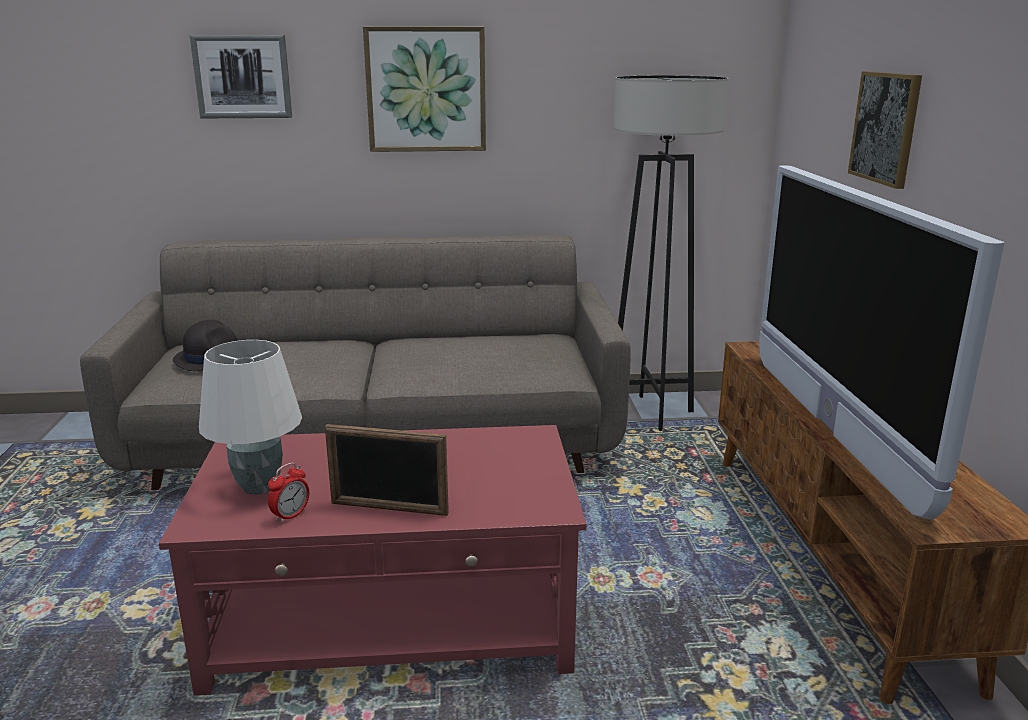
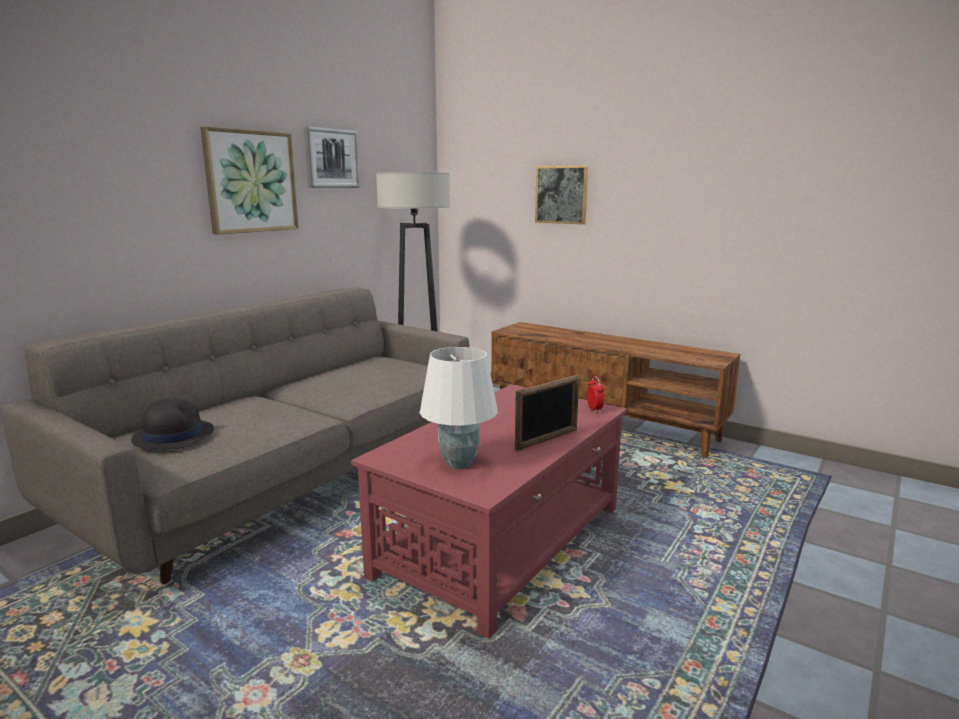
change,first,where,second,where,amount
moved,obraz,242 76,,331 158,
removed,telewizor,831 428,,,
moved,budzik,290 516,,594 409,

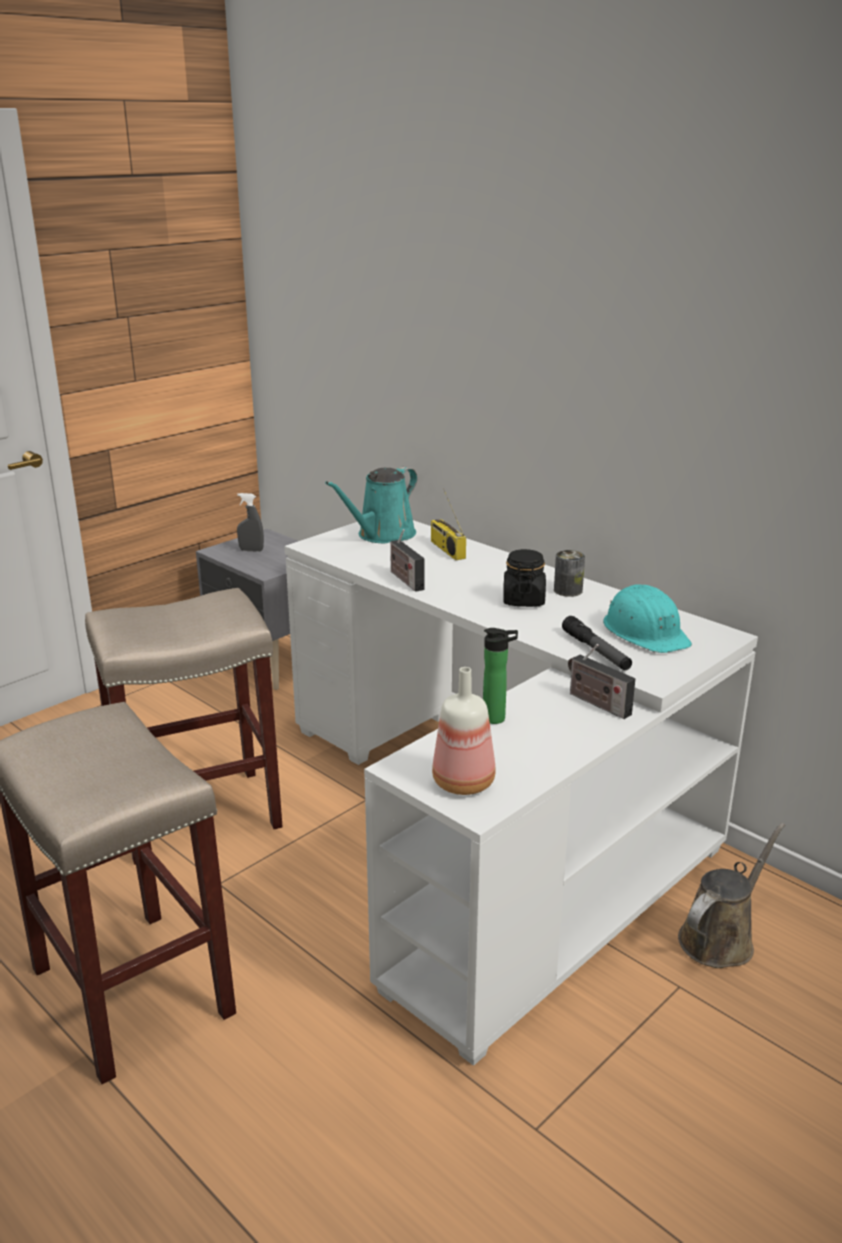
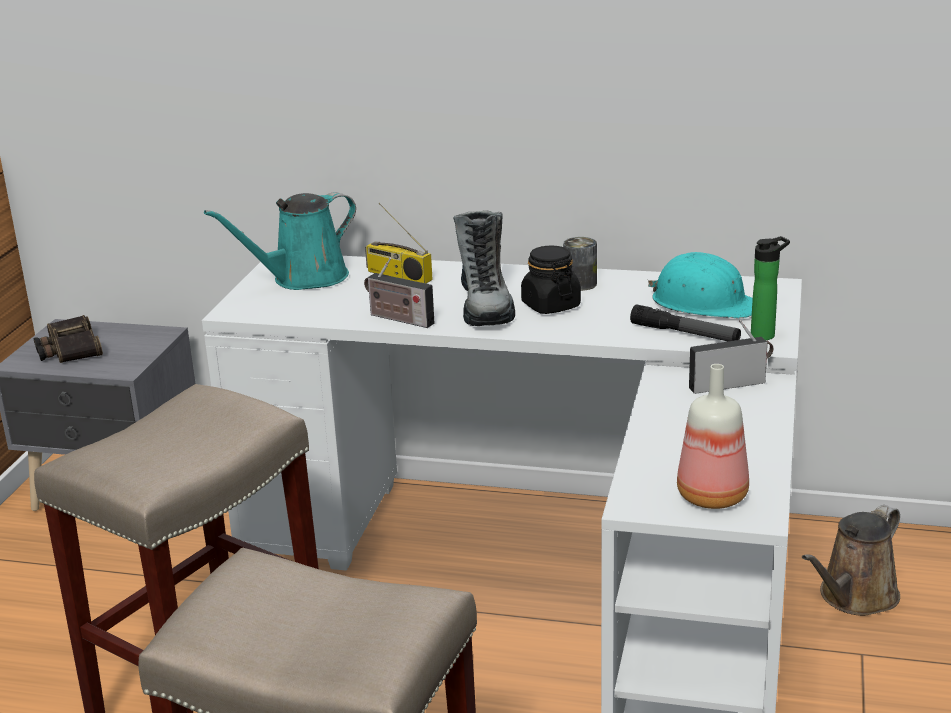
change,first,where,second,where,amount
turned,konewka [turkusowy],382 535,,303 279,45 degrees clockwise
replaced,spryskiwacz [szary],251 550,lornetka,69 349,
moved,butelka,497 718,,766 335,
turned,radio,596 703,,730 384,150 degrees clockwise
turned,konewka [brązowy],720 938,,854 597,150 degrees counterclockwise
added,,,but z cholewką,485 306,

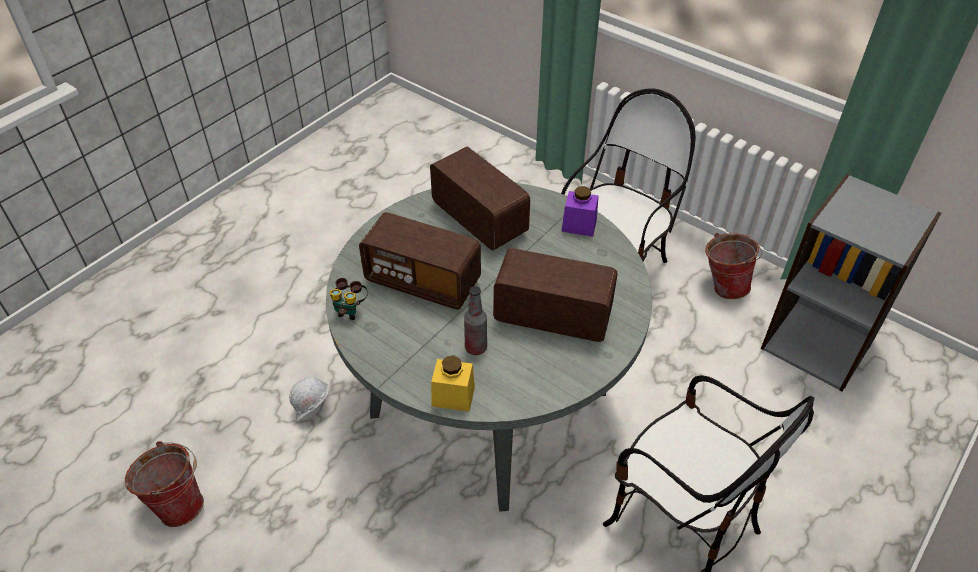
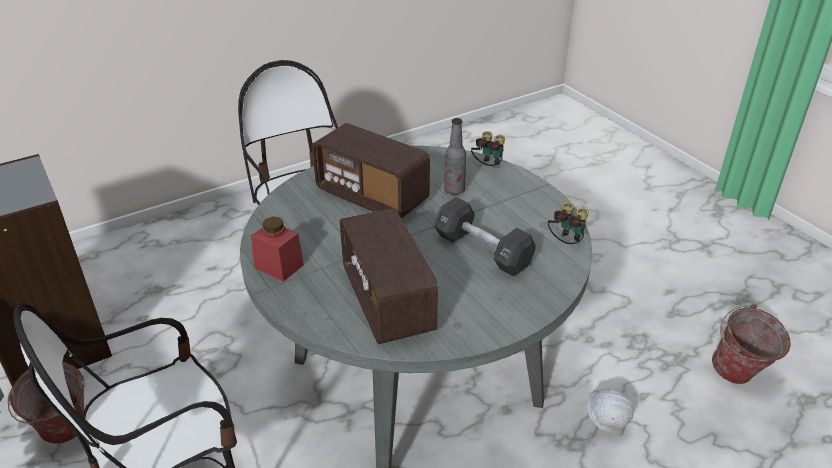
change,first,where,second,where,amount
recoloured,słoik [fioletowy],579 225,słoik [czerwony],279 266,
replaced,radio,423 281,hantel [czarny],482 250,
replaced,słoik [żółty],453 396,lornetka,487 167,

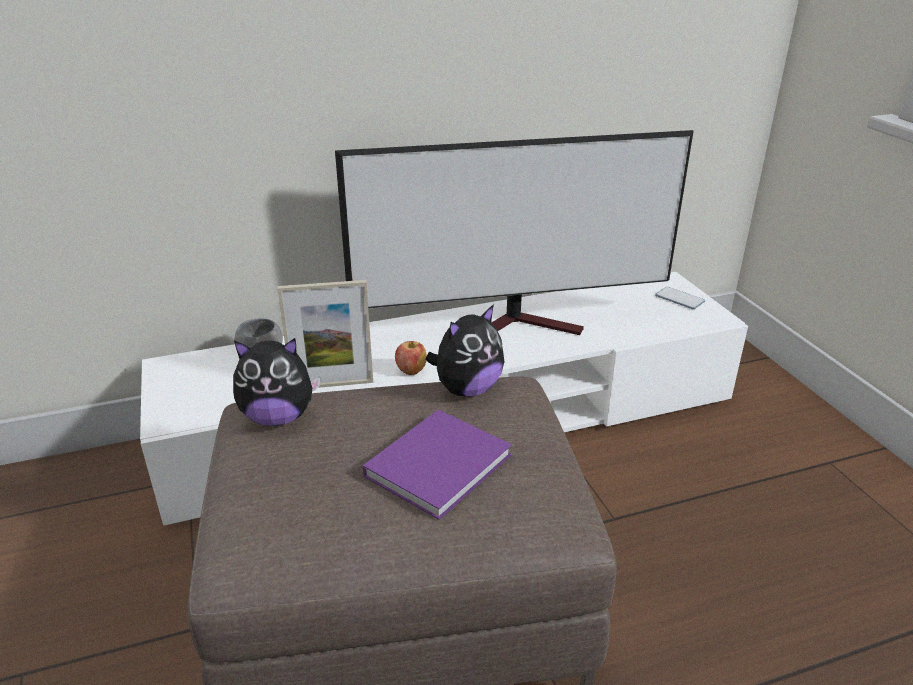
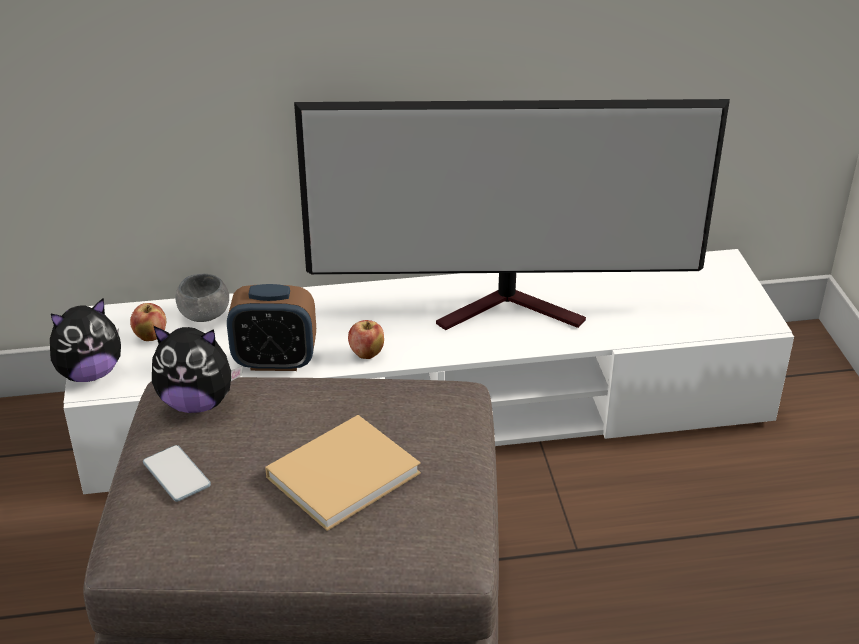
change,first,where,second,where,amount
replaced,ramka na zdjęcie,332 384,budzik,275 361,
moved,telefon,679 299,,176 474,
moved,pluszak,467 389,,90 373,
recoloured,książka [fioletowy],441 463,książka [beżowy],347 473,
added,,,jabłko,150 336,

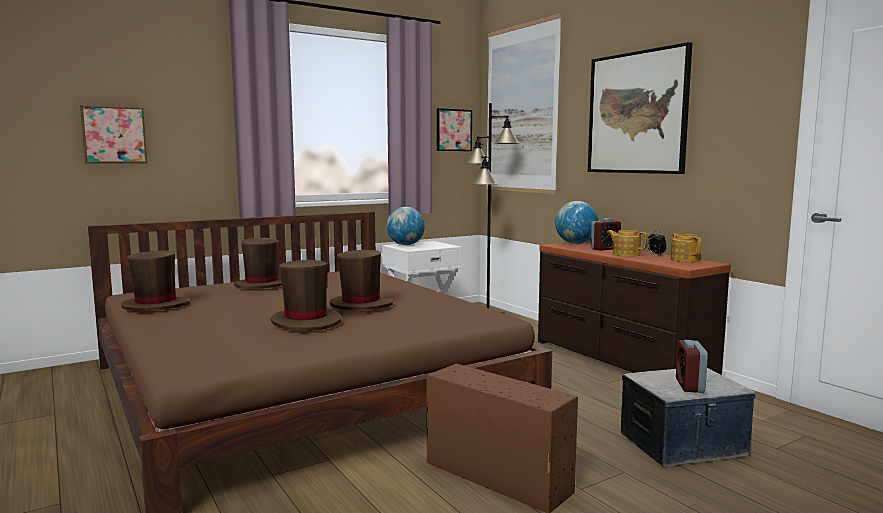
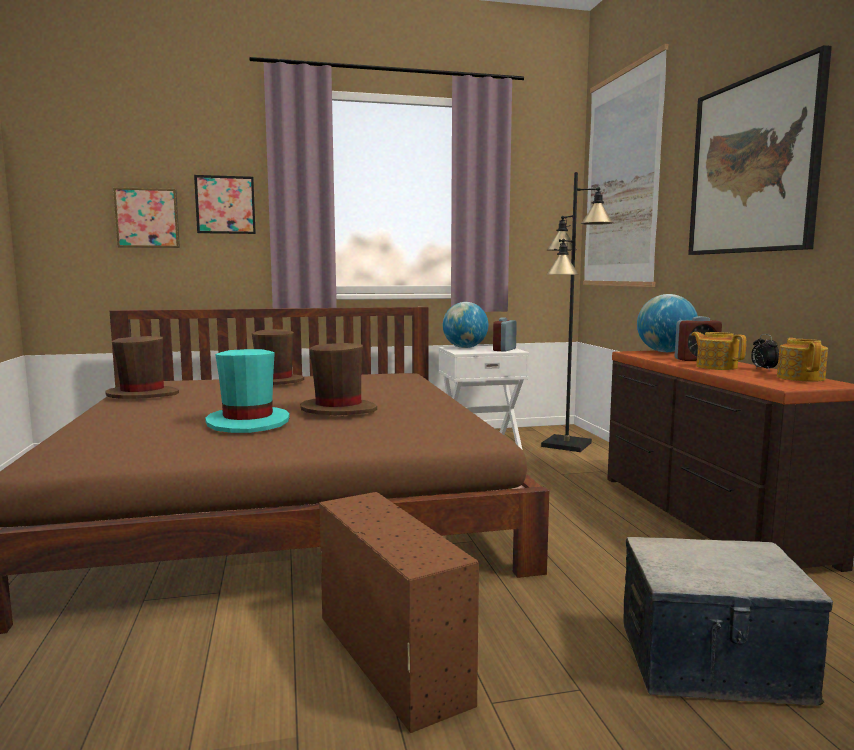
change,first,where,second,where,amount
moved,obraz,454 130,,225 205,
recoloured,kapelusz [brązowy],306 322,kapelusz [turkusowy],248 422,
moved,budzik,689 385,,504 350,

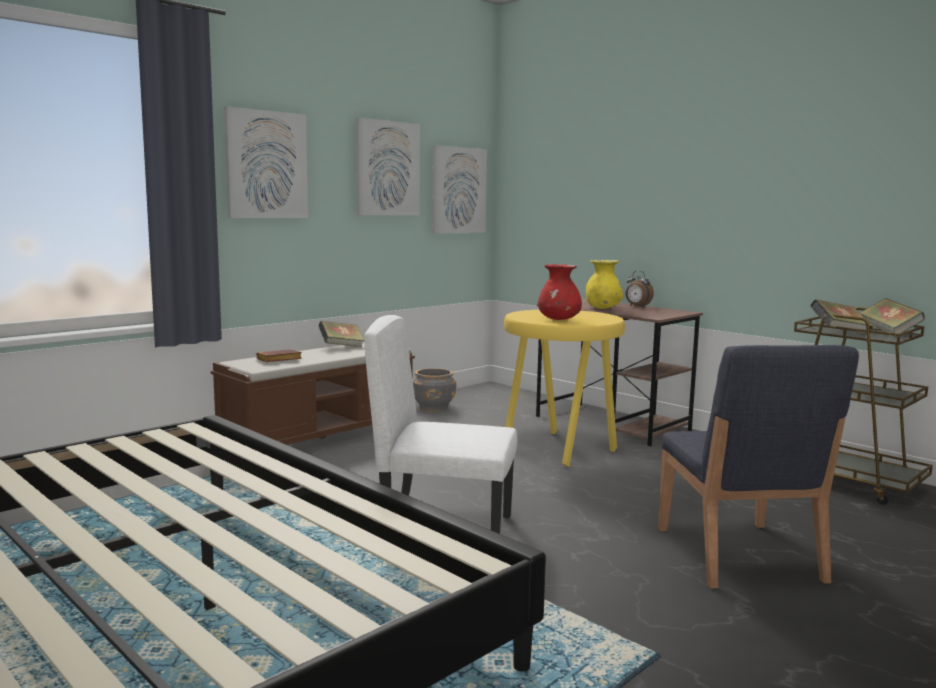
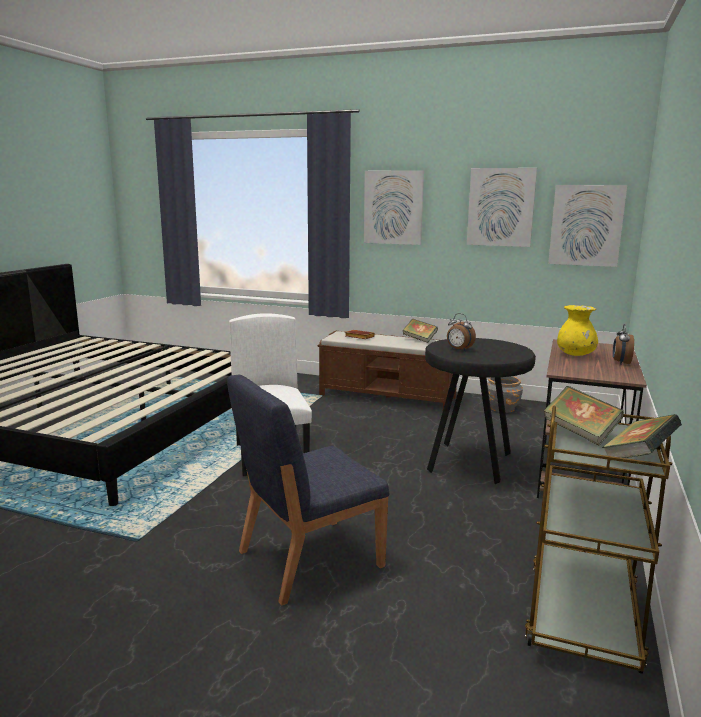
change,first,where,second,where,amount
replaced,wazon [czerwony],559 320,budzik,459 350,
recoloured,stołek [żółty],558 448,stołek [czarny],471 462,

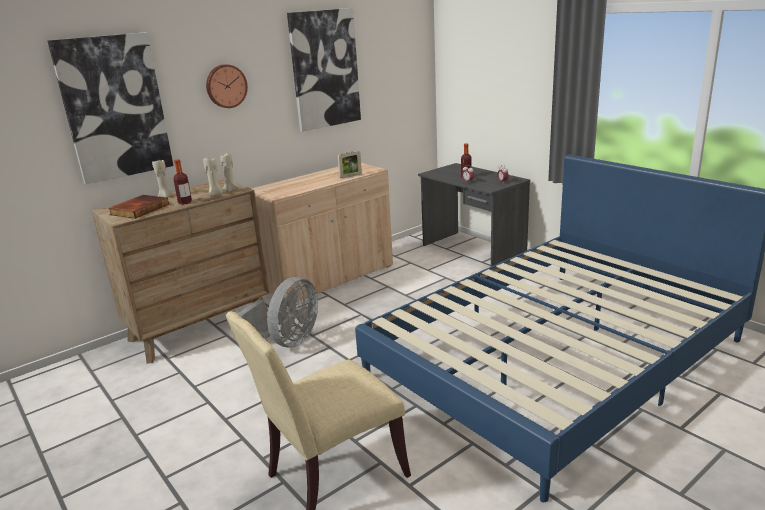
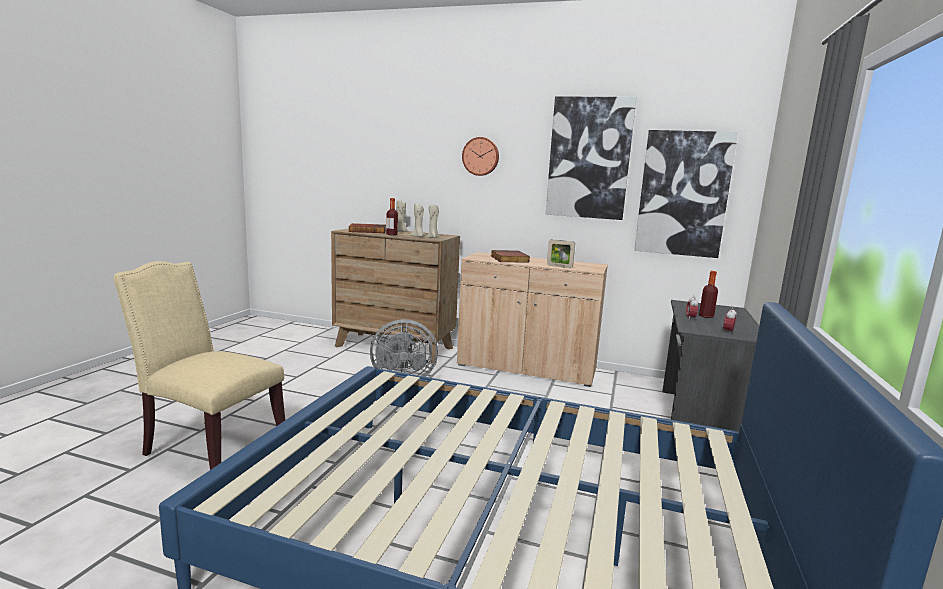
change,first,where,second,where,amount
moved,obraz,114 108,,683 194,
added,,,książka,508 259,

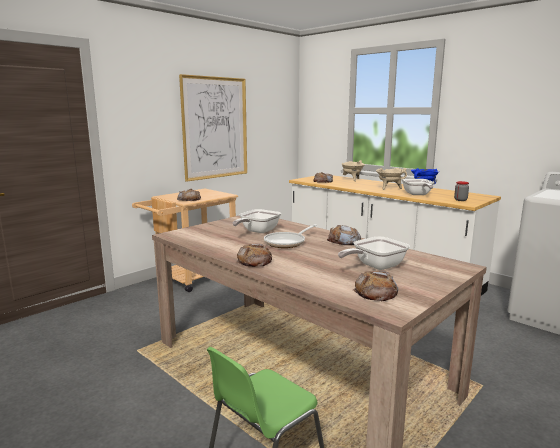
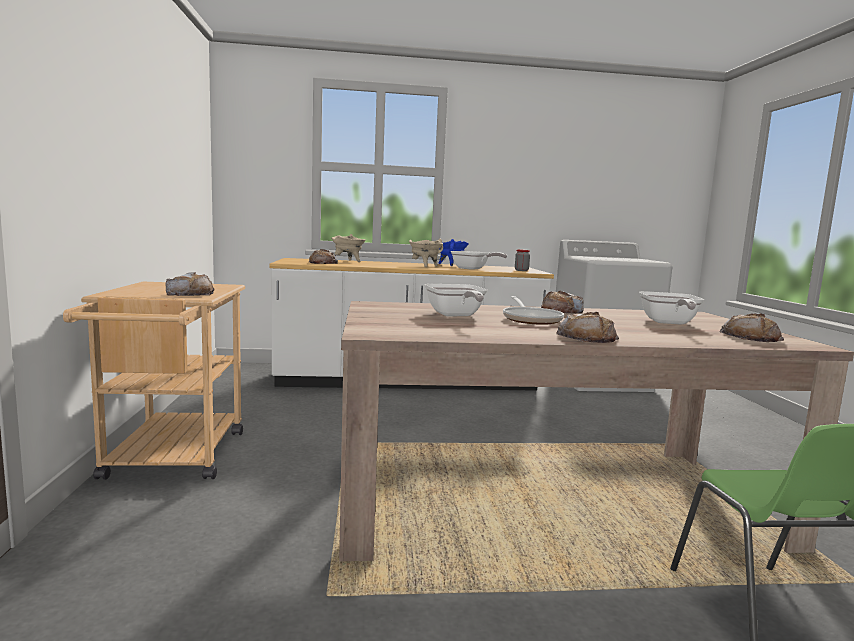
change,first,where,second,where,amount
removed,obraz,215 128,,,

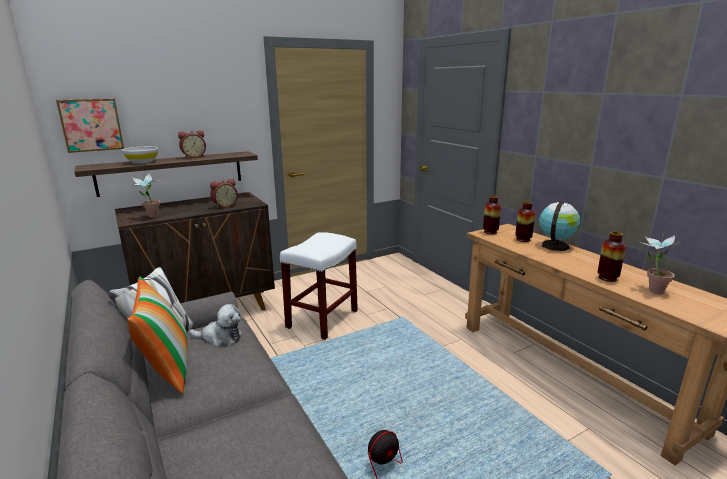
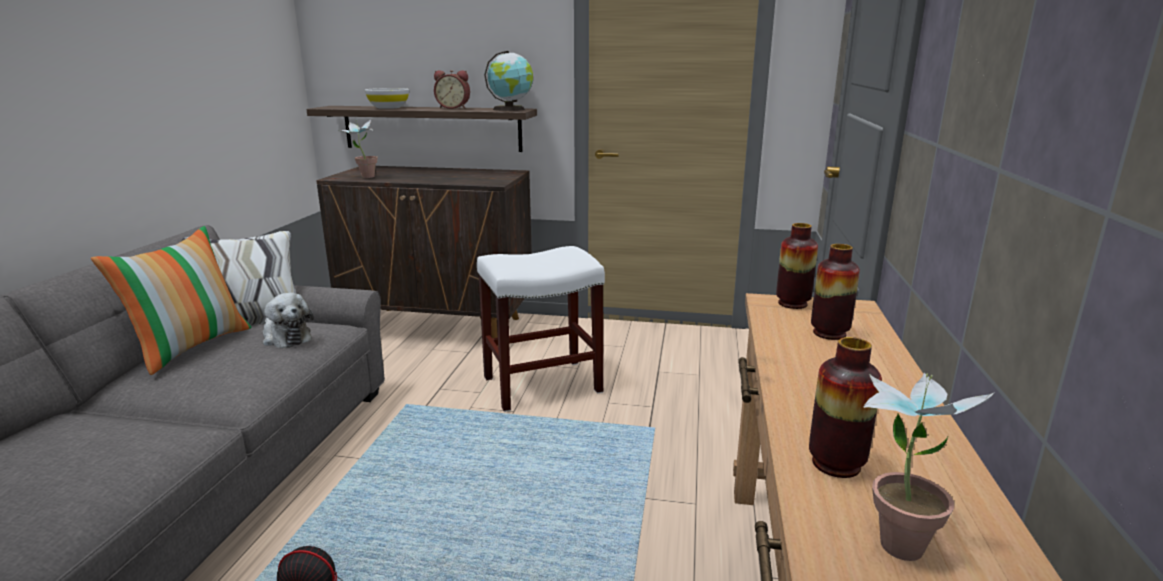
change,first,where,second,where,amount
removed,obraz,91 125,,,
removed,budzik,224 206,,,
moved,globus,555 245,,511 109,

